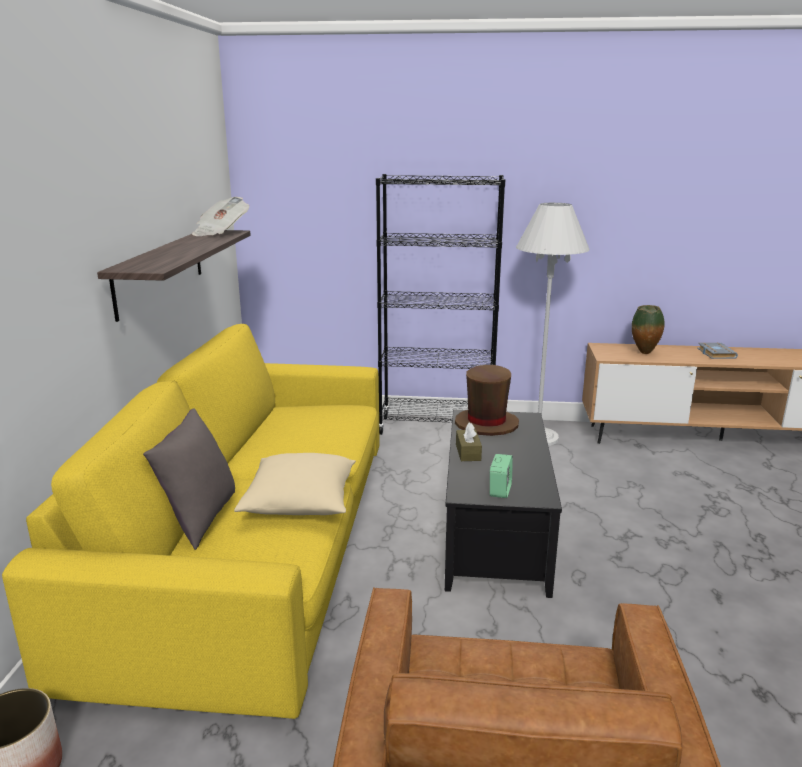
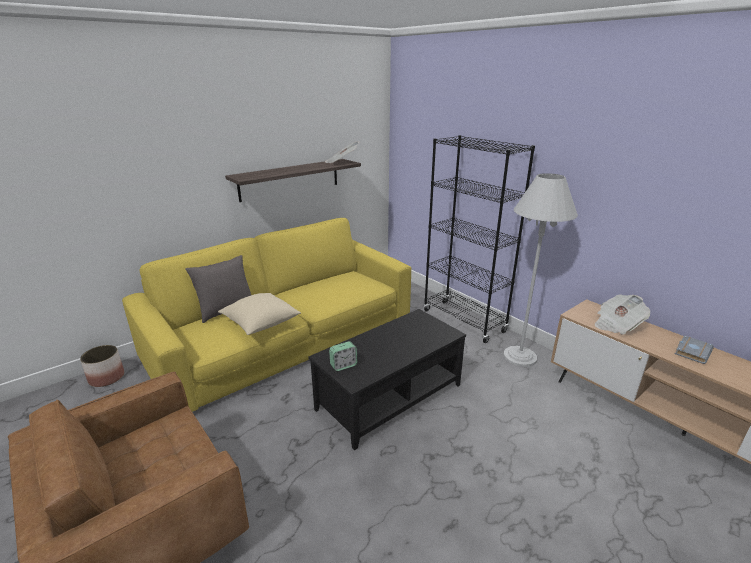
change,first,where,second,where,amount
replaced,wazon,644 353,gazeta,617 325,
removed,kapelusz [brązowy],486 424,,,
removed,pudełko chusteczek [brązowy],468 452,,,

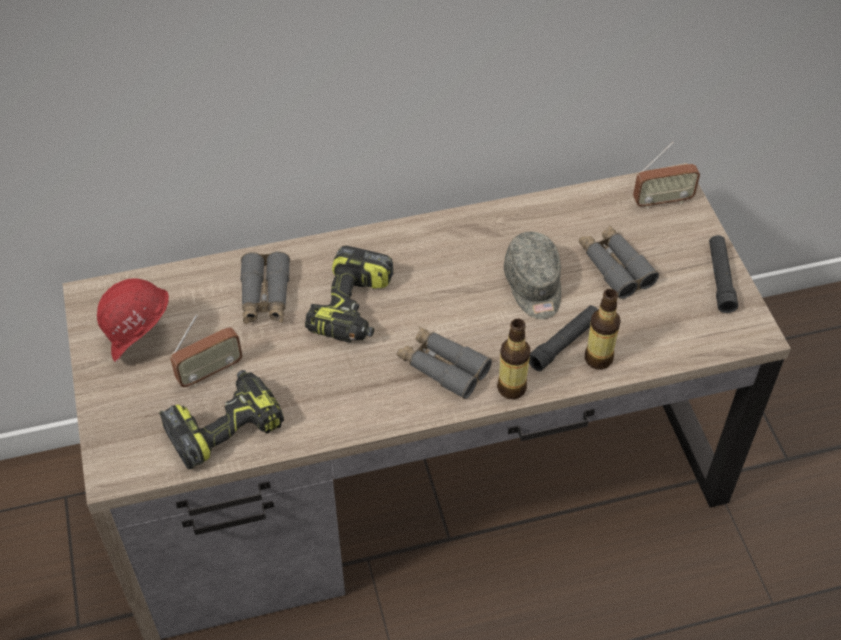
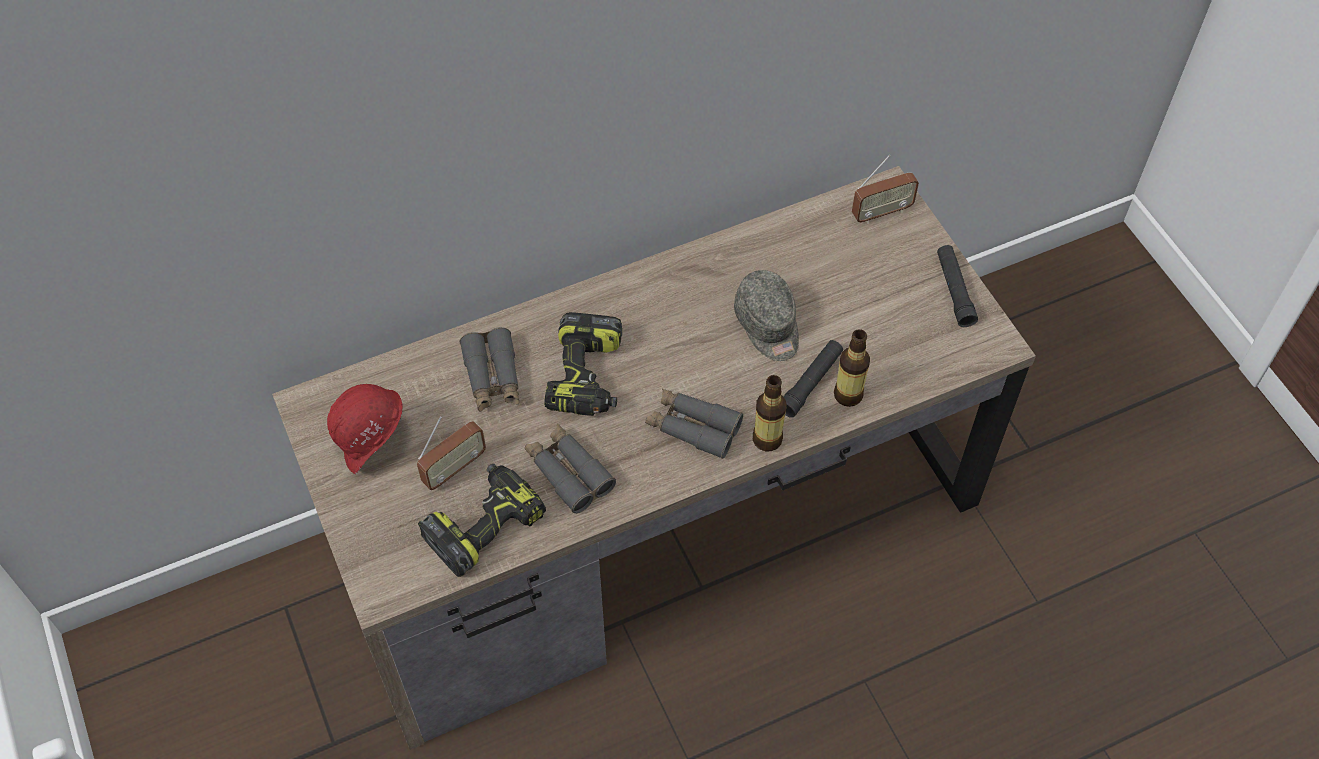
change,first,where,second,where,amount
moved,lornetka [szary],615 267,,568 472,

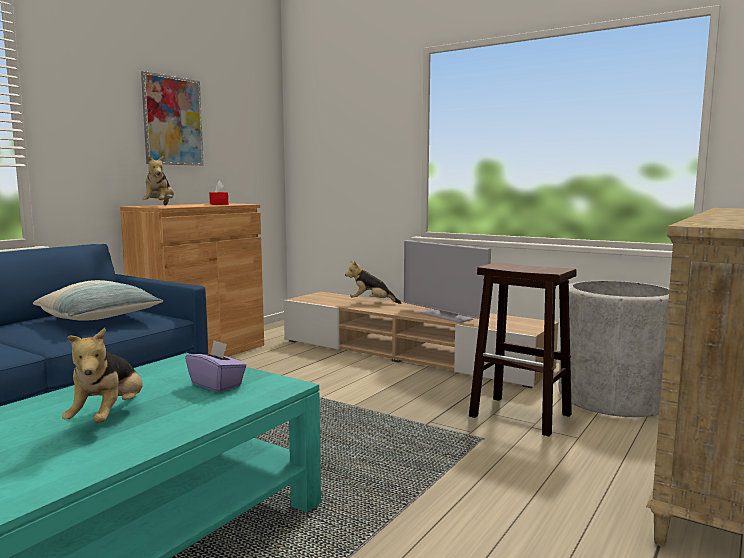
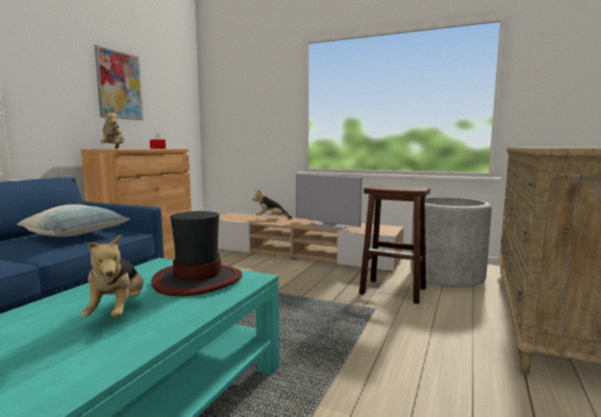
change,first,where,second,where,amount
replaced,pudełko chusteczek [fioletowy],217 384,kapelusz,197 280,

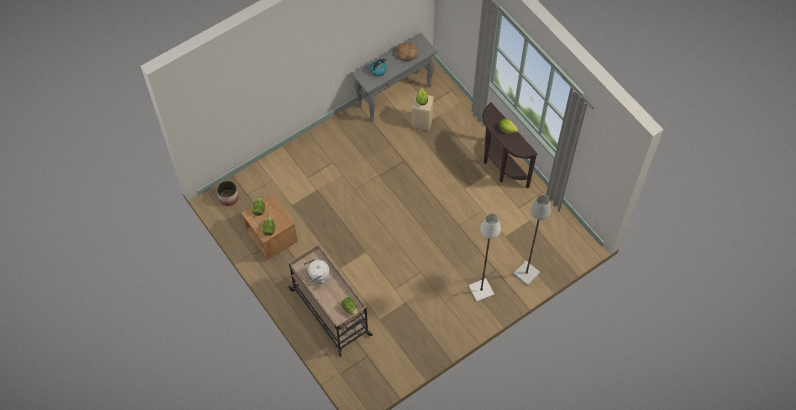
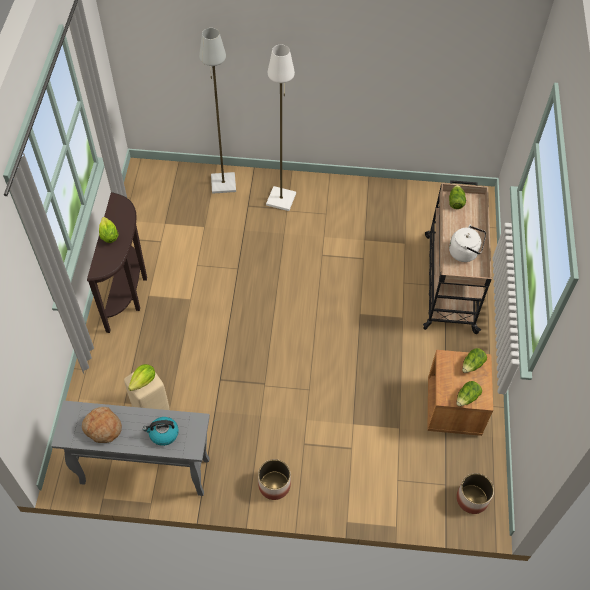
change,first,where,second,where,amount
added,,,donica,274 485,

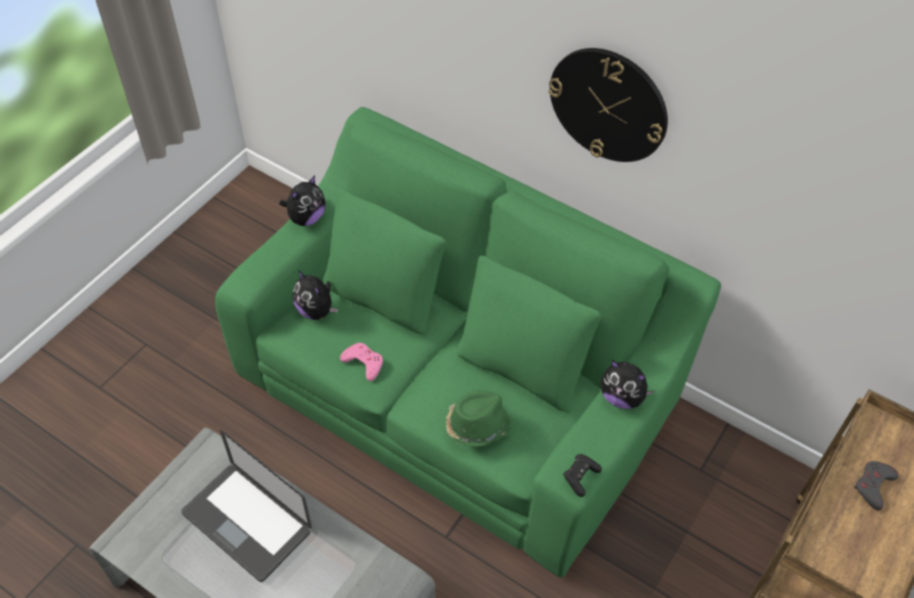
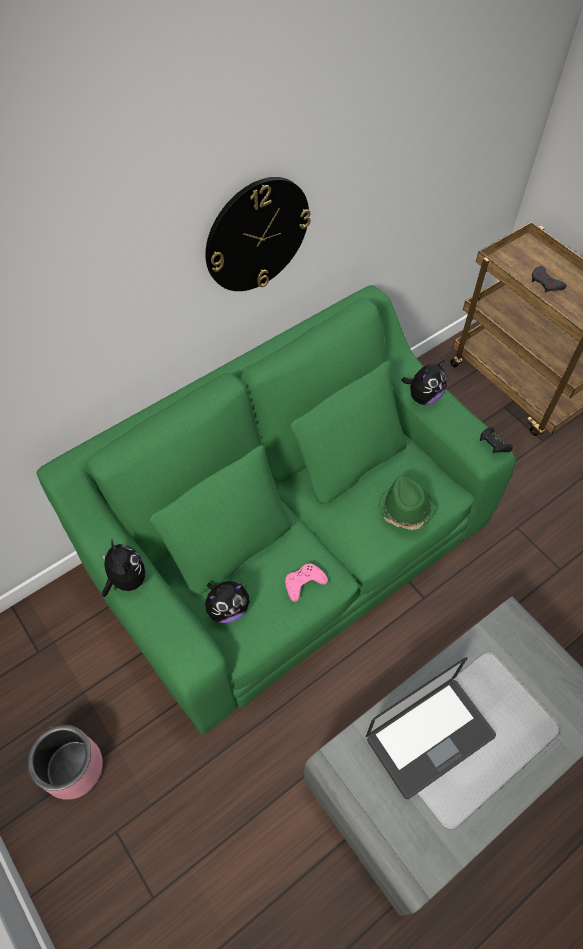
change,first,where,second,where,amount
added,,,donica [różowy],72 768,

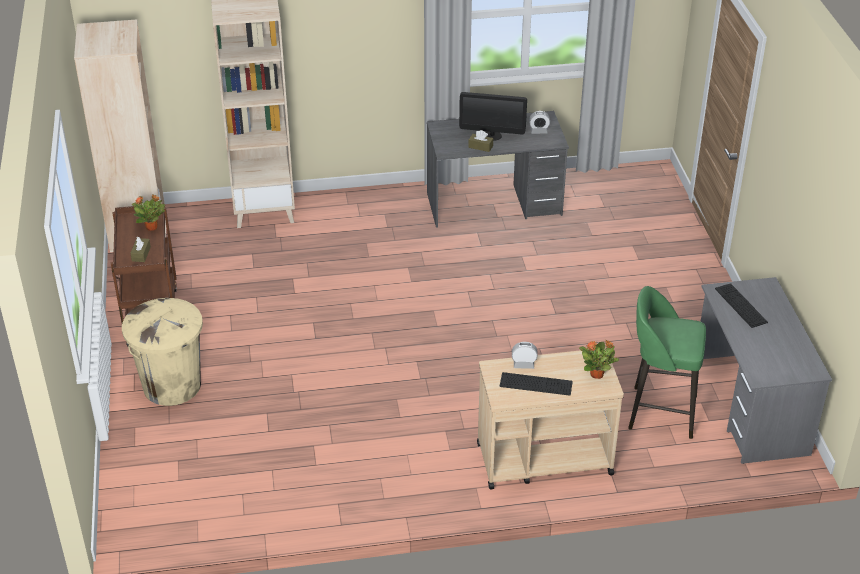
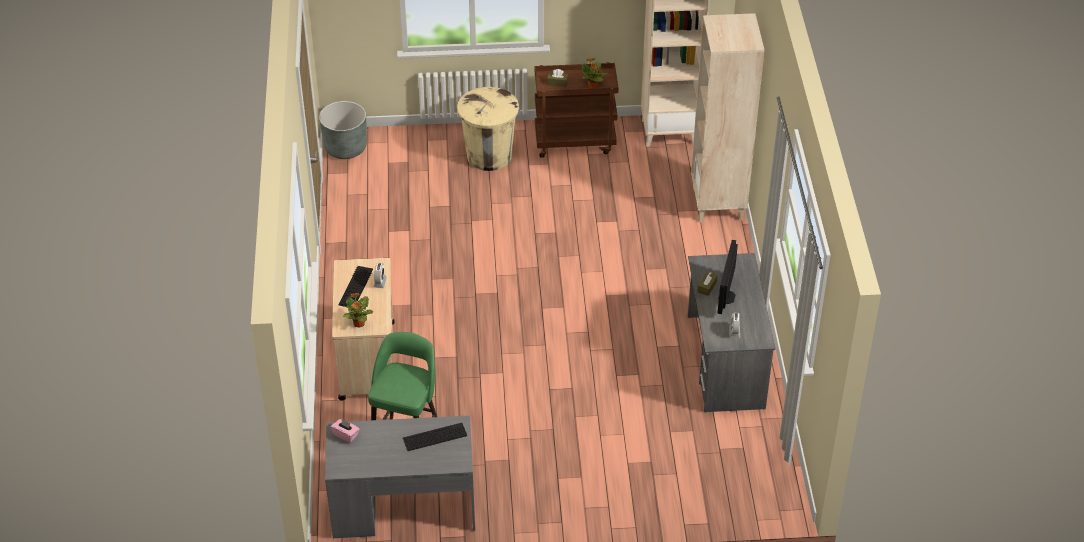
change,first,where,second,where,amount
added,,,donica [szary],345 148,
added,,,pudełko chusteczek [różowy],346 435,

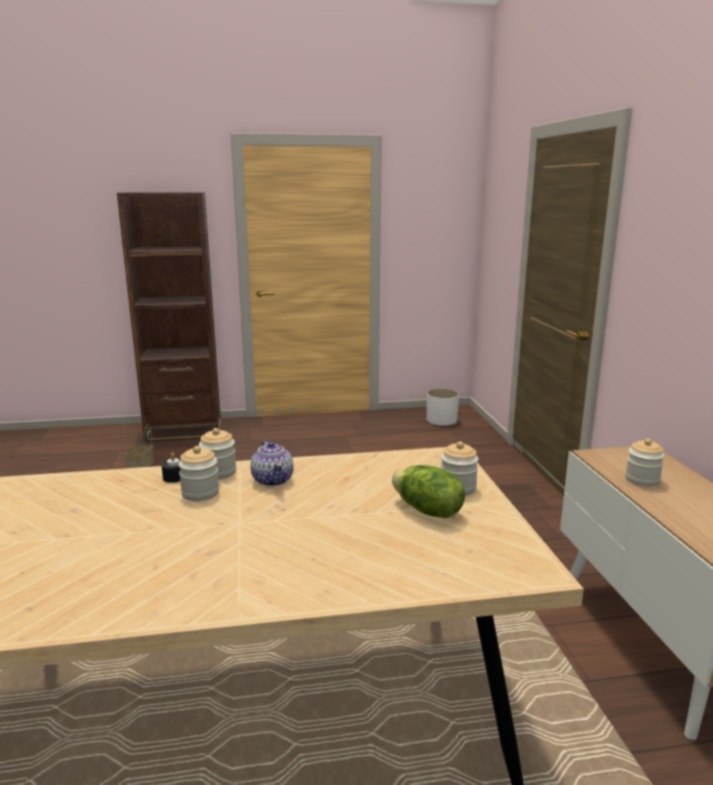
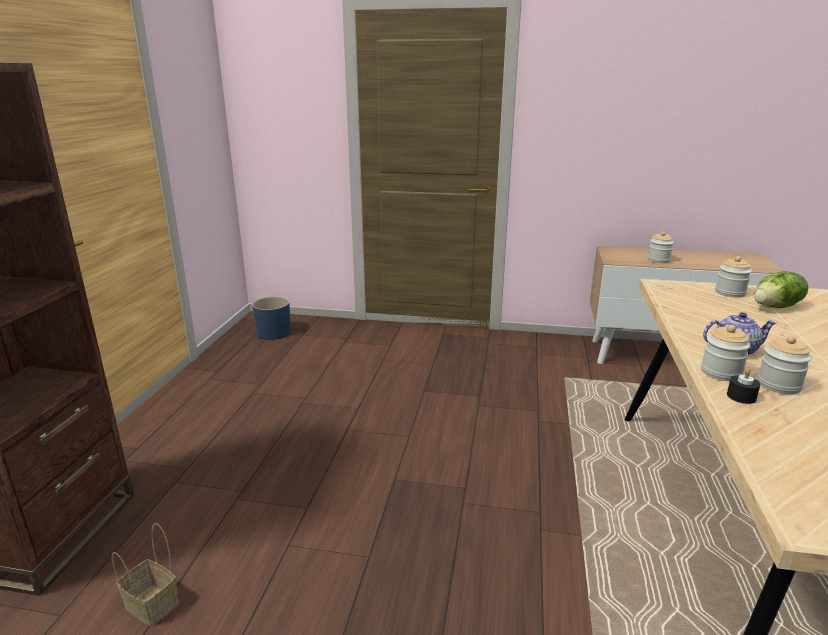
change,first,where,second,where,amount
recoloured,donica [biały],441 420,donica [niebieski],273 332,

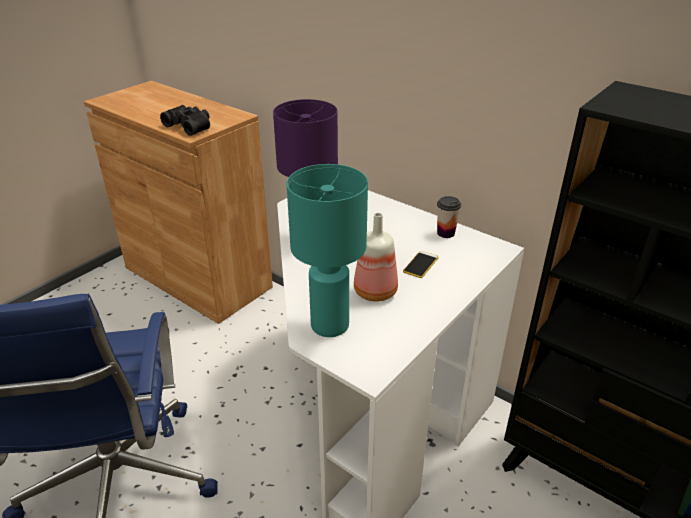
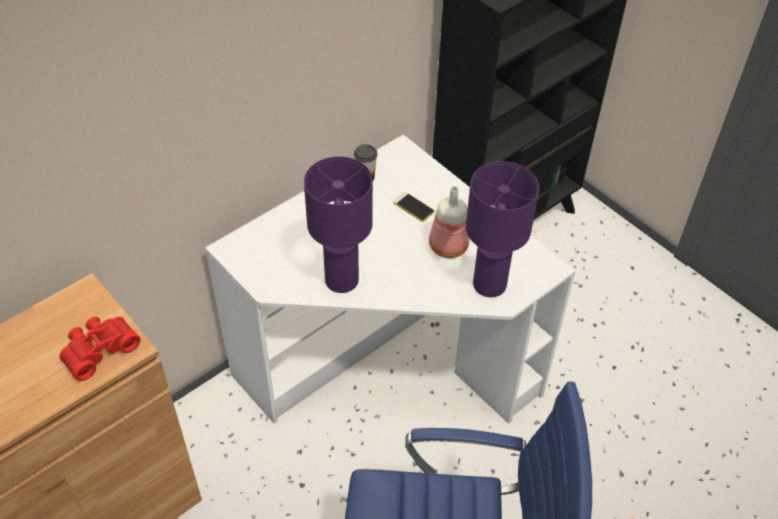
change,first,where,second,where,amount
recoloured,lornetka [czarny],190 126,lornetka [czerwony],98 350,
recoloured,lampa stołowa [turkusowy],328 326,lampa stołowa [fioletowy],490 285,

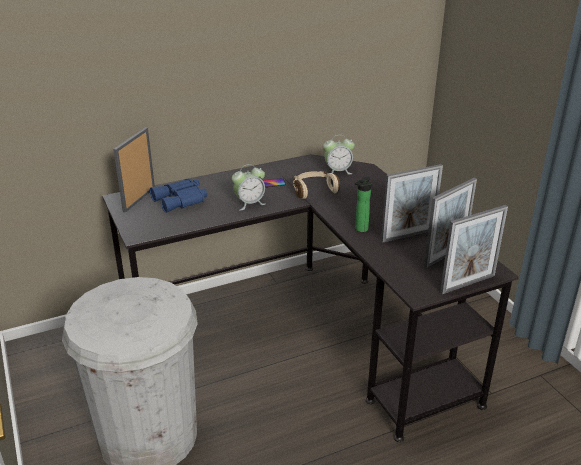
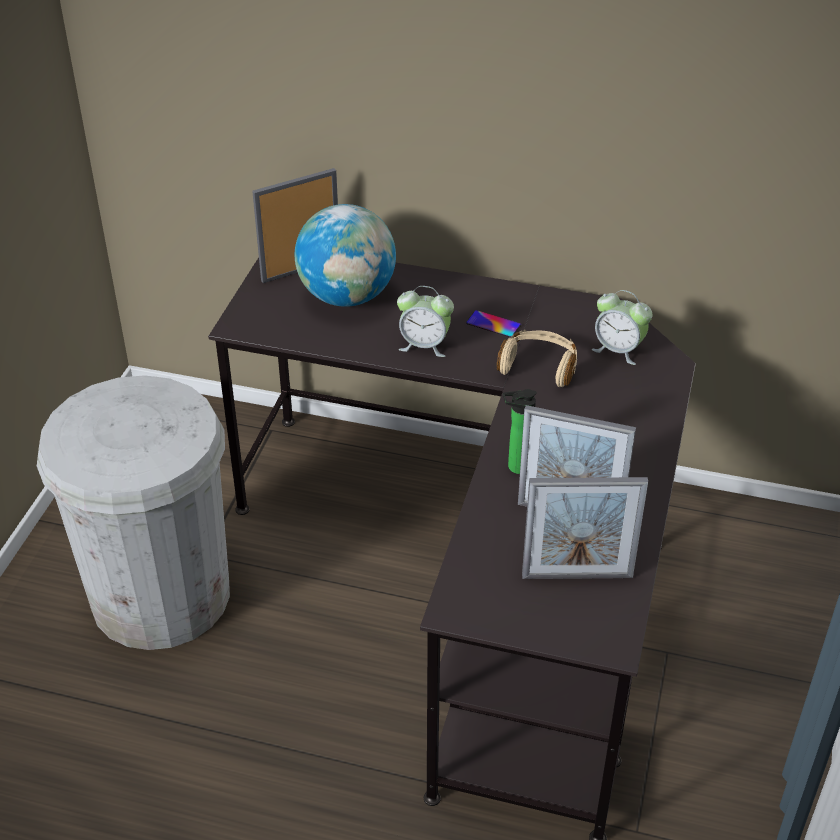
change,first,where,second,where,amount
replaced,lornetka [niebieski],181 200,globus,347 296,
removed,ramka na zdjęcie,467 284,,,

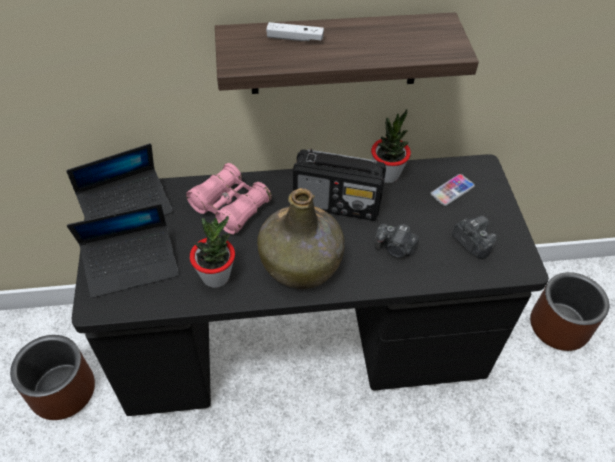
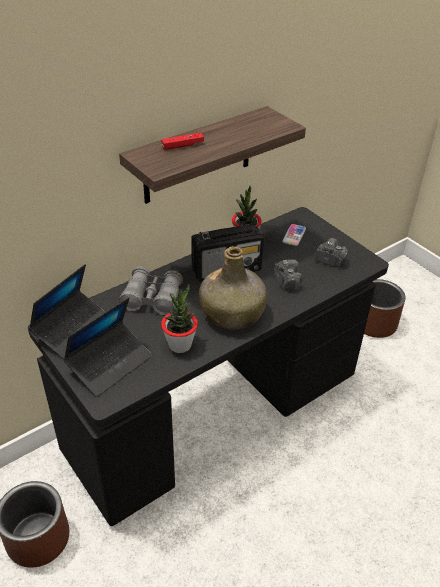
change,first,where,second,where,amount
recoloured,pad do gier [biały],295 38,pad do gier [czerwony],182 145,
recoloured,lornetka [różowy],230 206,lornetka [szary],152 299,
turned,aparat fotograficzny,395 249,,286 281,105 degrees counterclockwise

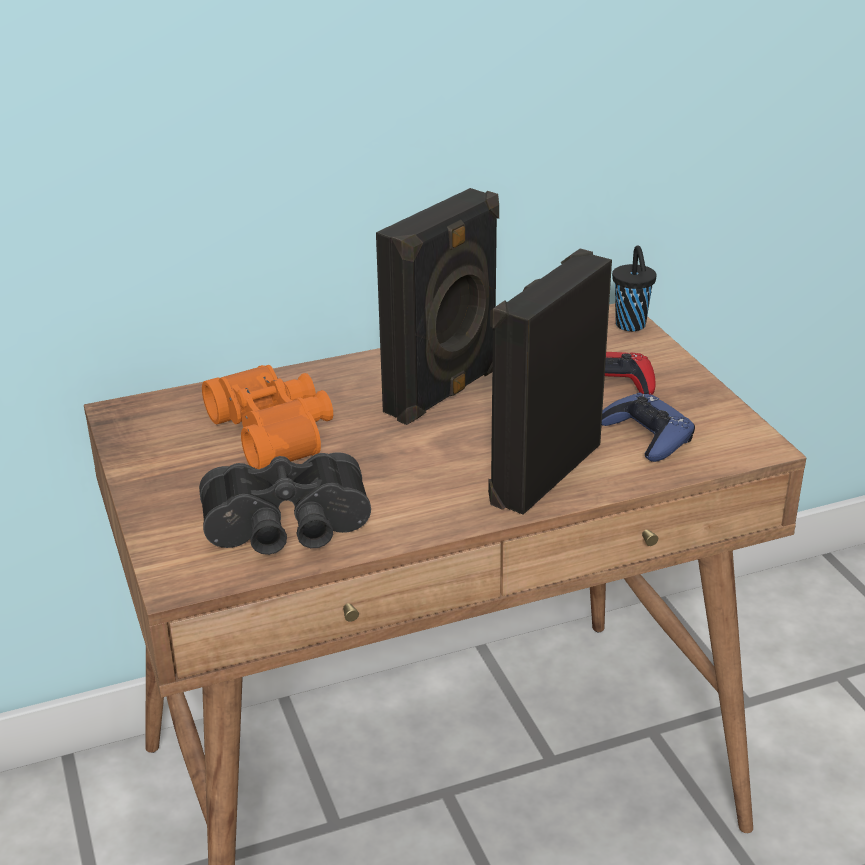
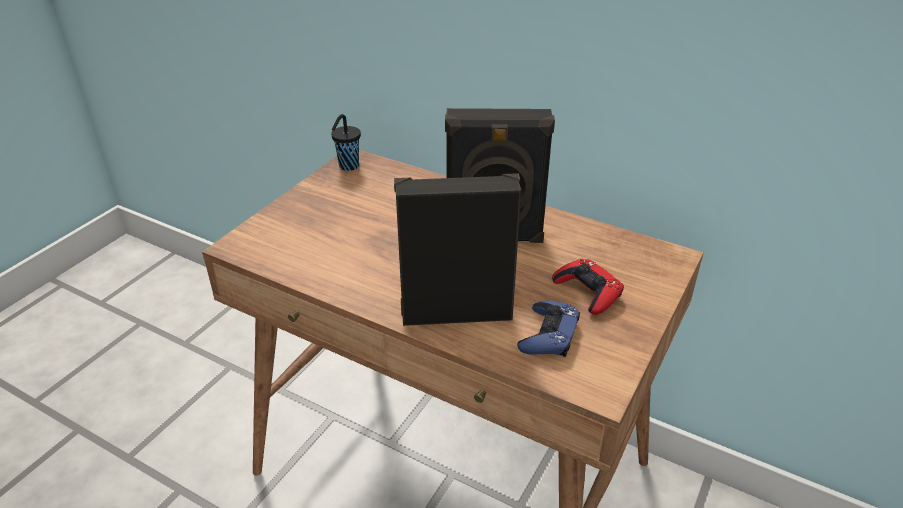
change,first,where,second,where,amount
moved,filiżanka [czarny],631 326,,348 166,
removed,lornetka [pomarańczowy],276 432,,,
removed,lornetka [czarny],288 530,,,

